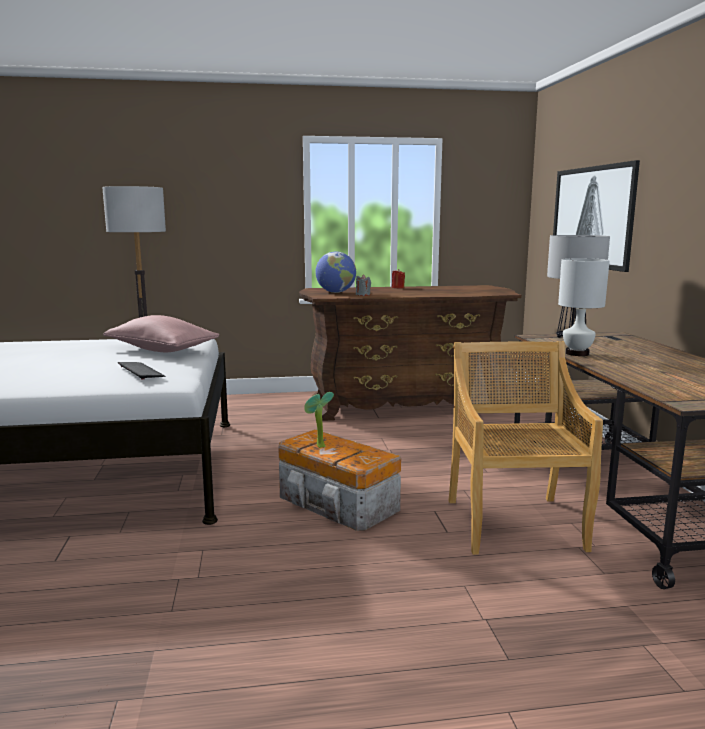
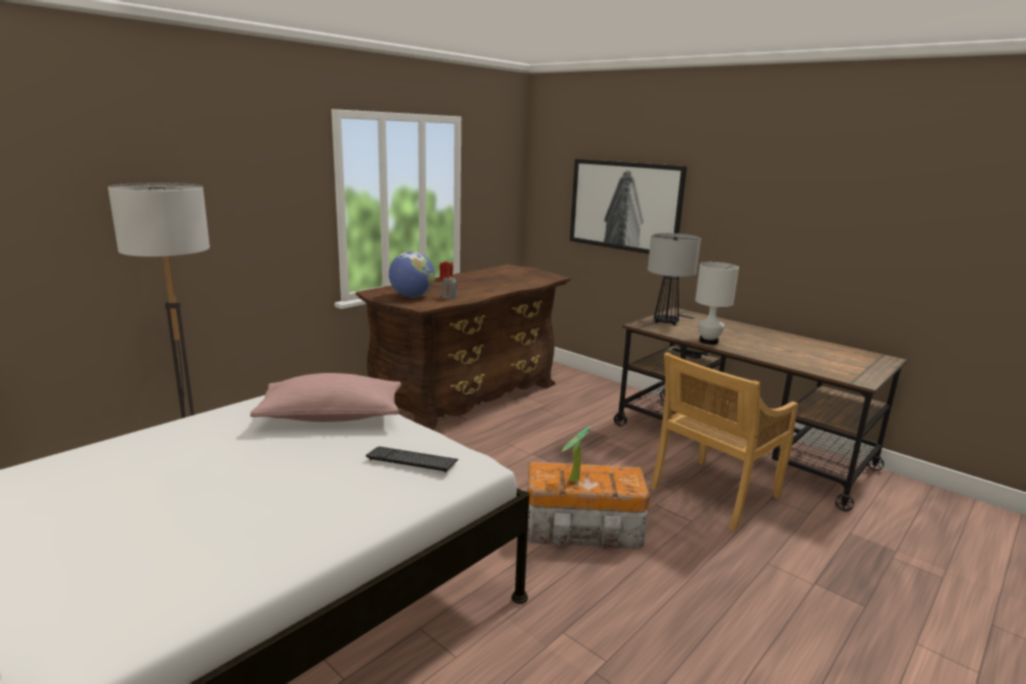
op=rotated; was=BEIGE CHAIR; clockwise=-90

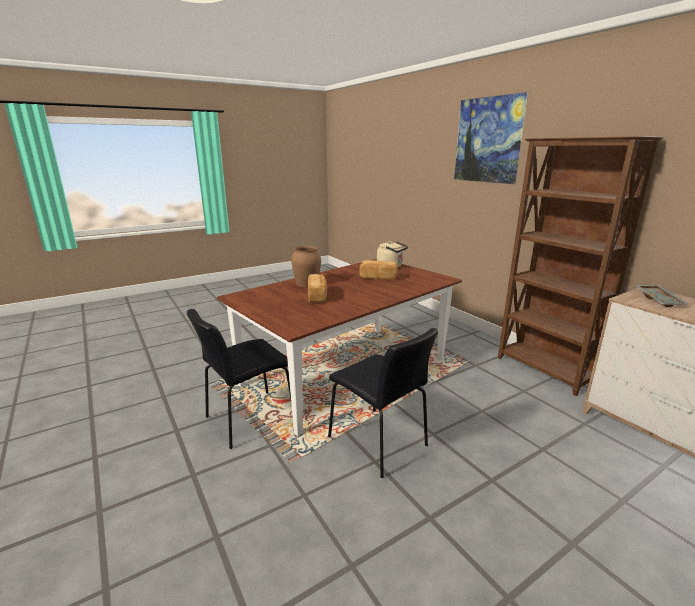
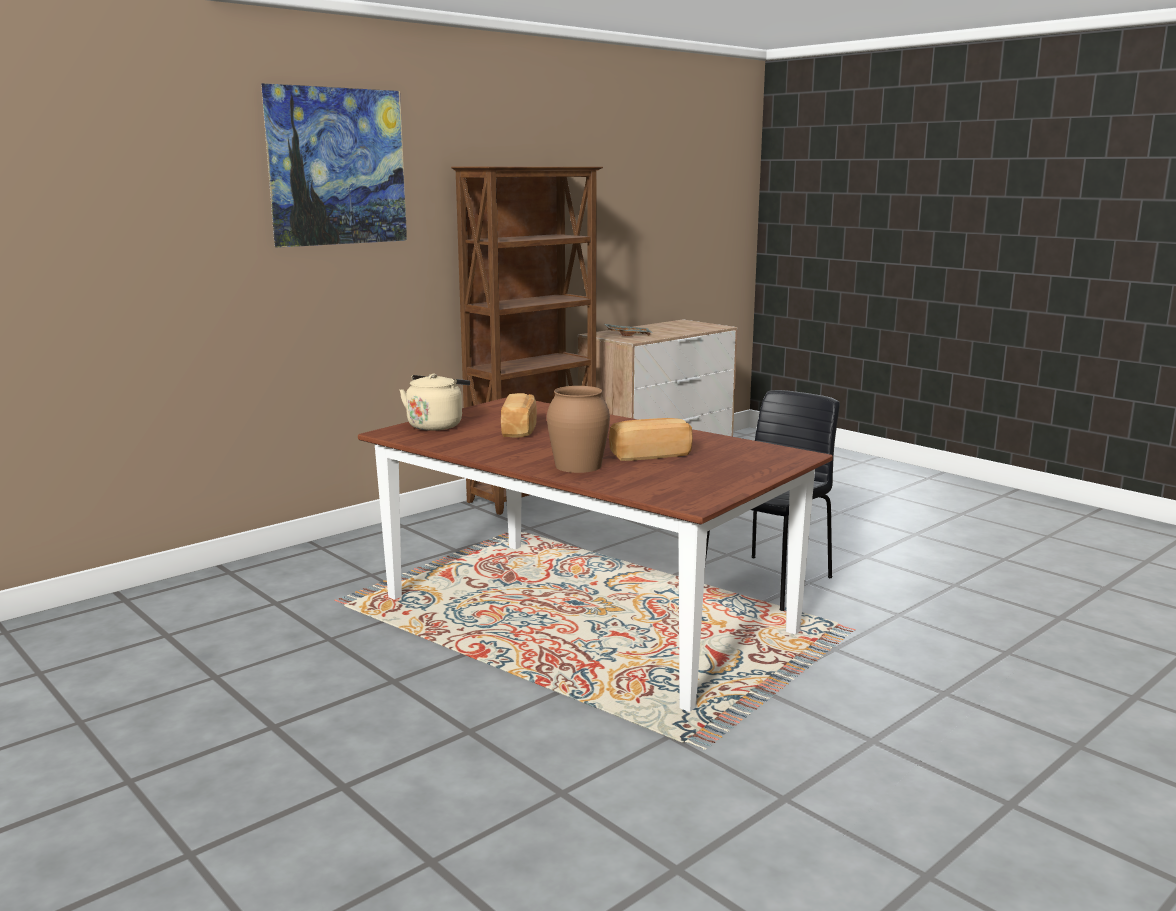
op=gone; was=BLACK CHAIR (no. 1 from left)

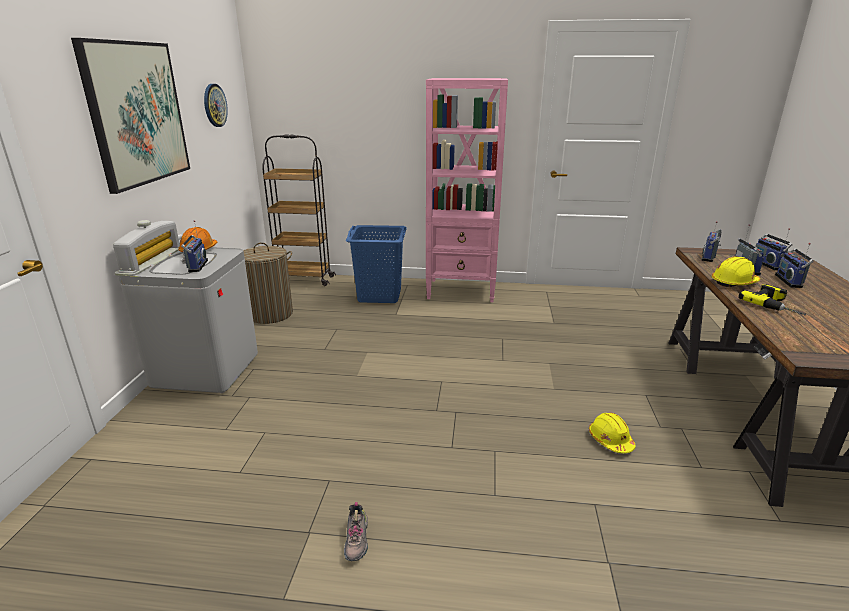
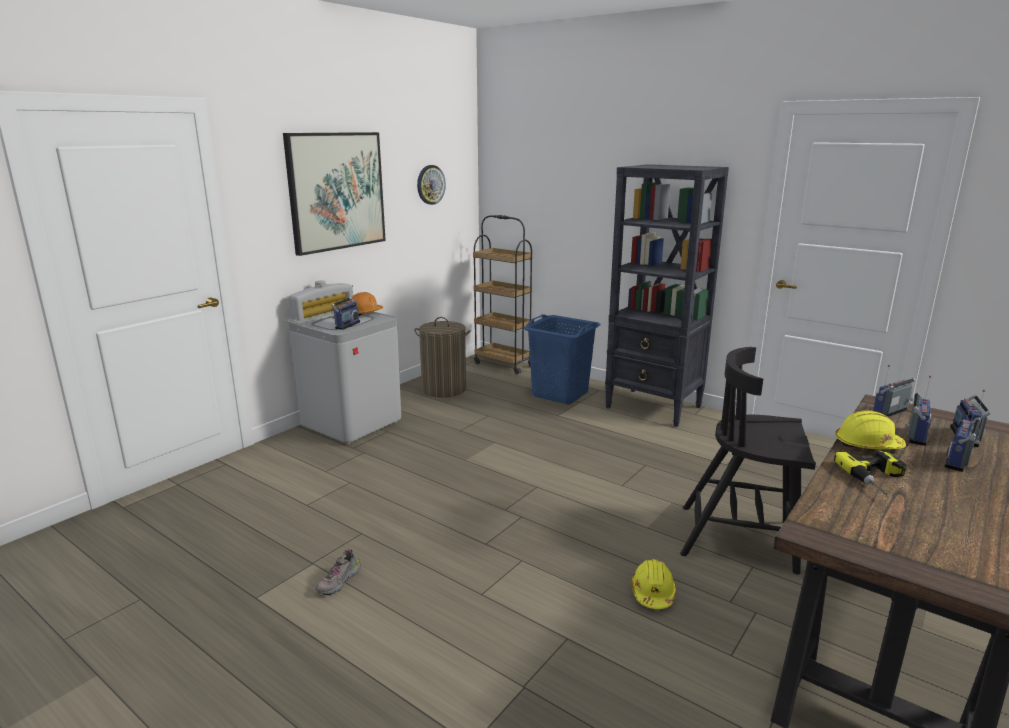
op=repainted; was=PINK BOOKCASE; now=BLACK BOOKCASE
op=new; now=BLACK CHAIR

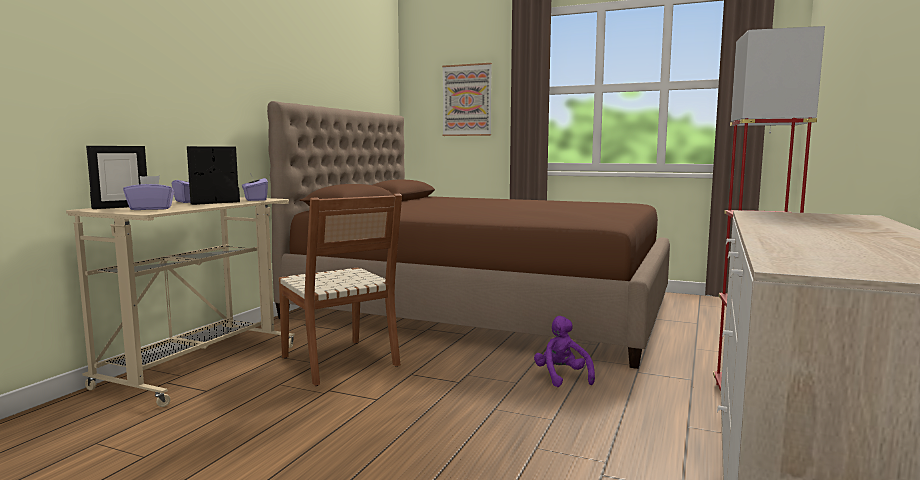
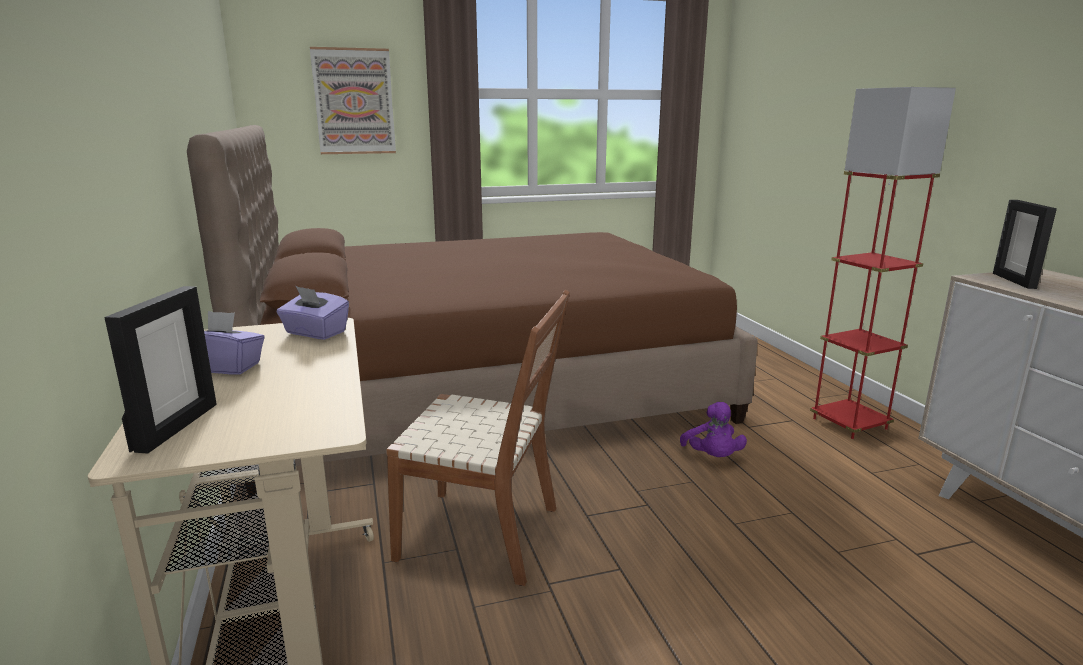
op=rotated; was=PURPLE PLUSH TOY; clockwise=-135
op=shifted; was=PICTURE FRAME (no. 2 from left)
op=gone; was=PURPLE TISSUE BOX (no. 1 from left)

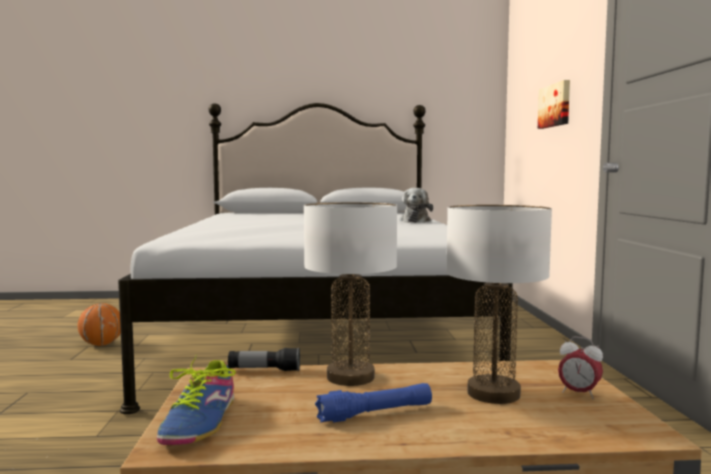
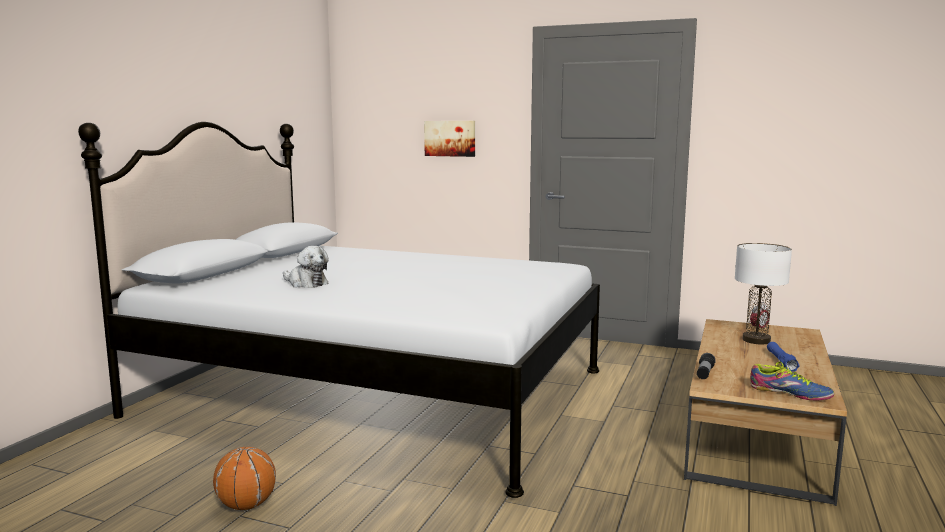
op=shifted; was=PLUSH TOY
op=gone; was=TABLE LAMP (no. 1 from left)

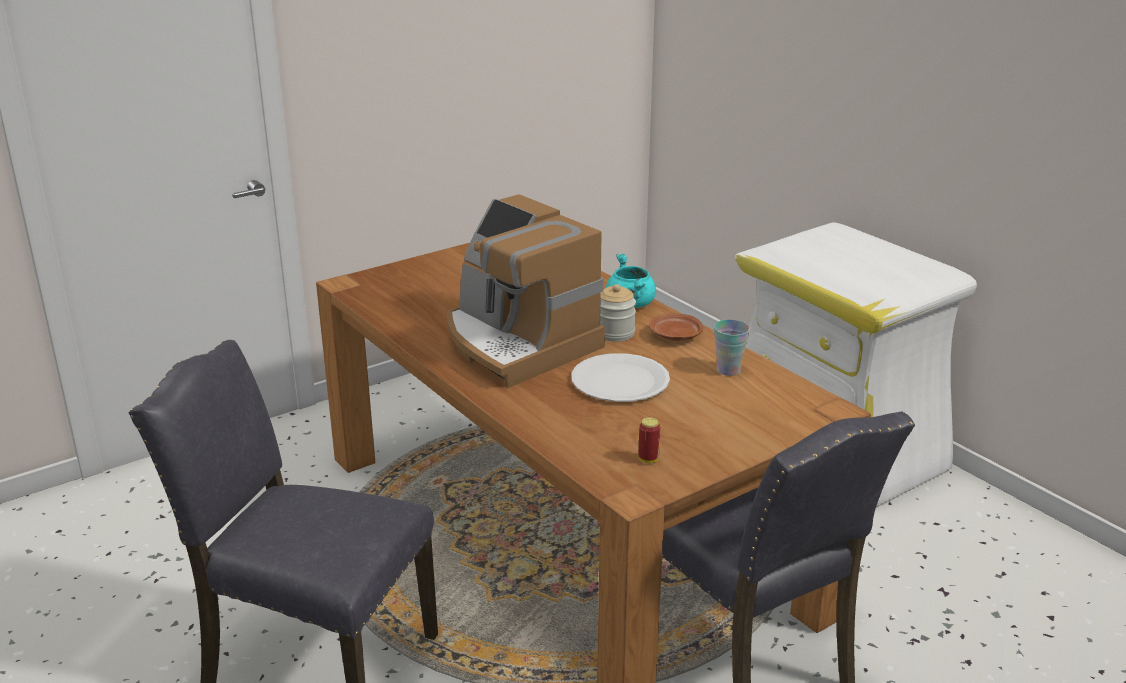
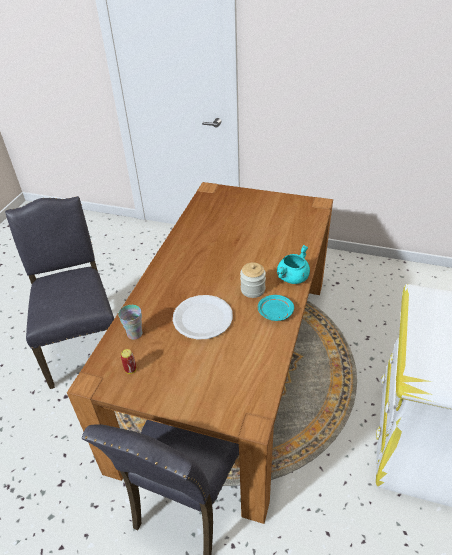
op=shifted; was=CUP
op=repainted; was=BROWN PLATE; now=TURQUOISE PLATE
op=gone; was=COFFEE MACHINE

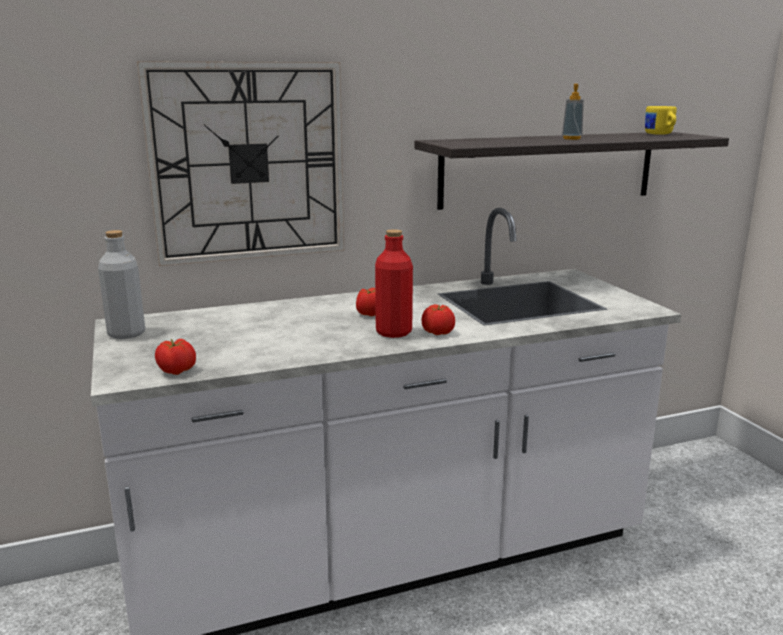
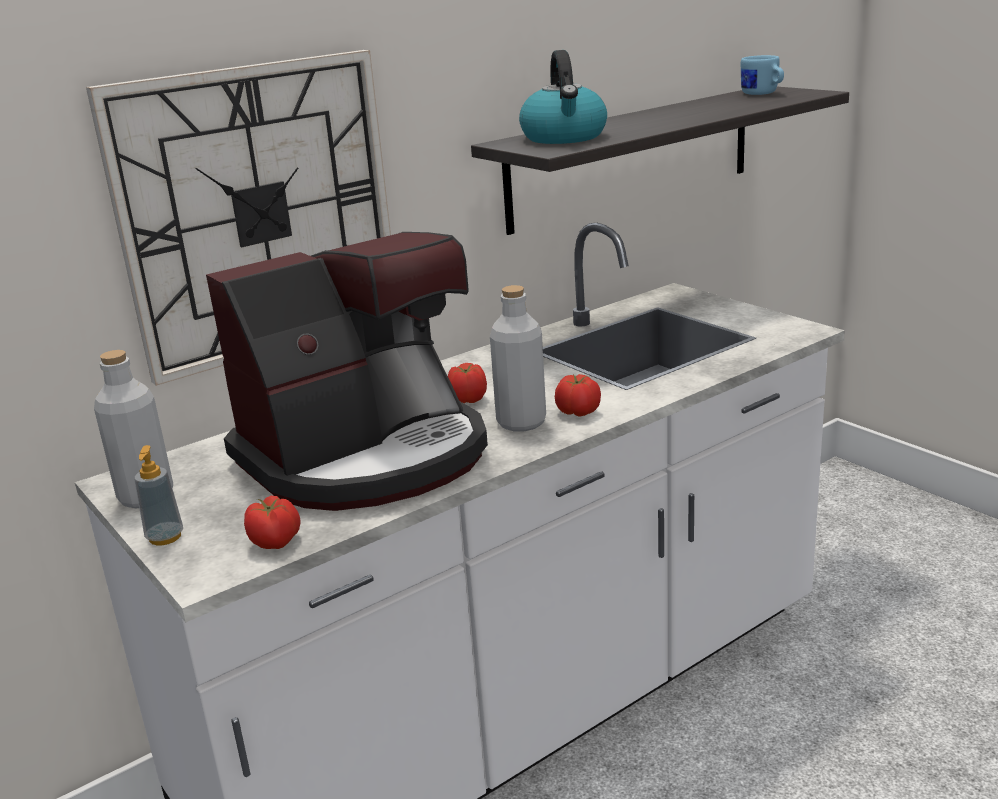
op=shifted; was=SOAP DISPENSER
op=new; now=COFFEE MACHINE
op=repainted; was=RED BOTTLE; now=GREY BOTTLE (no. 2 from left)
op=new; now=KETTLE
op=repainted; was=YELLOW MUG; now=BLUE MUG

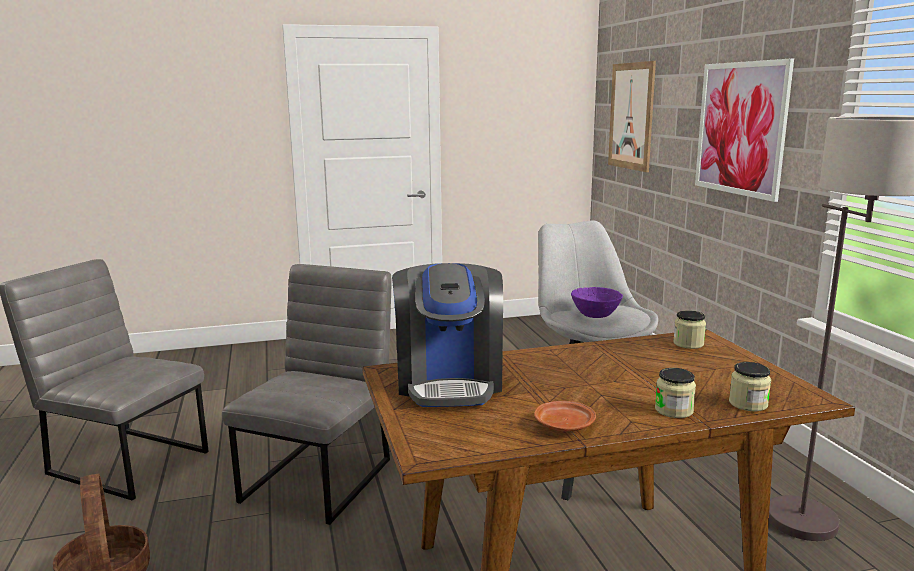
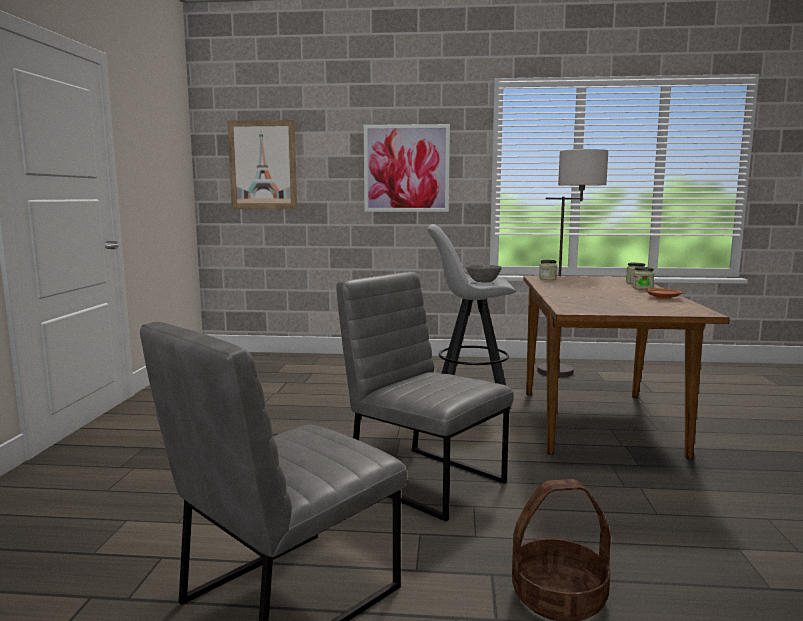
op=repainted; was=PURPLE BOWL; now=GREY BOWL
op=gone; was=COFFEE MACHINE

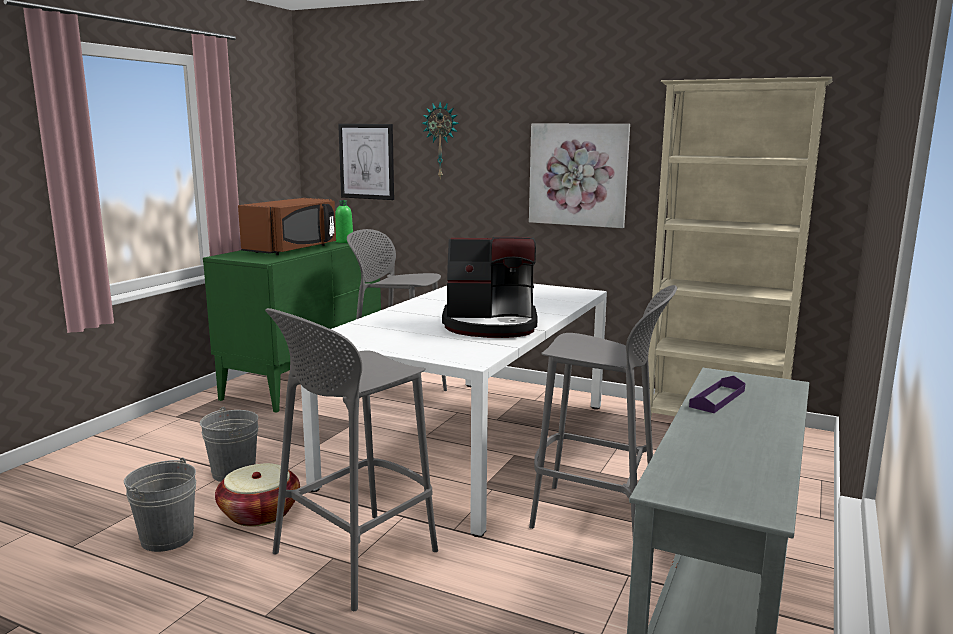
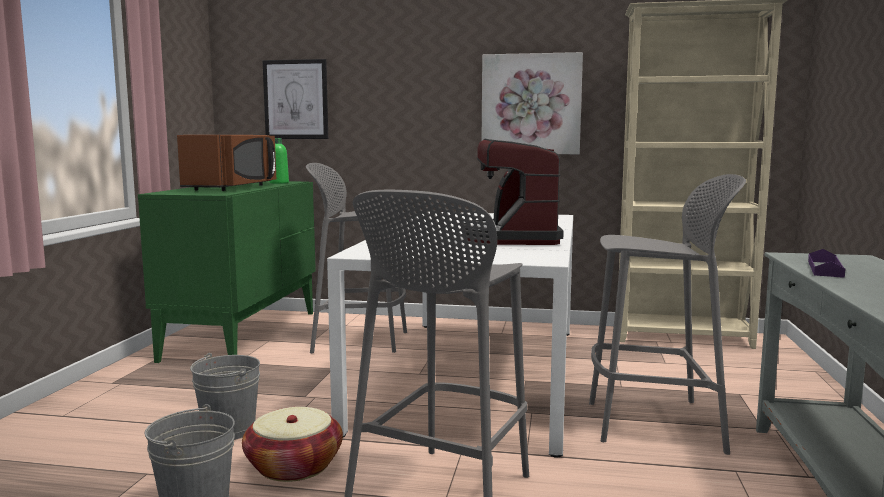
op=rotated; was=COFFEE MACHINE; clockwise=105
op=gone; was=WALL CLOCK

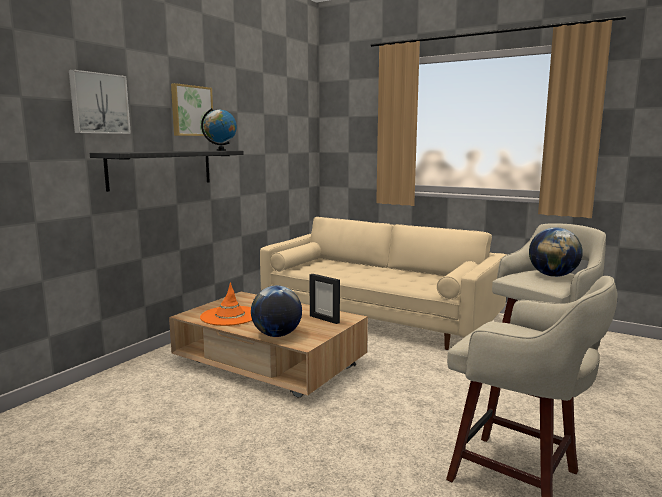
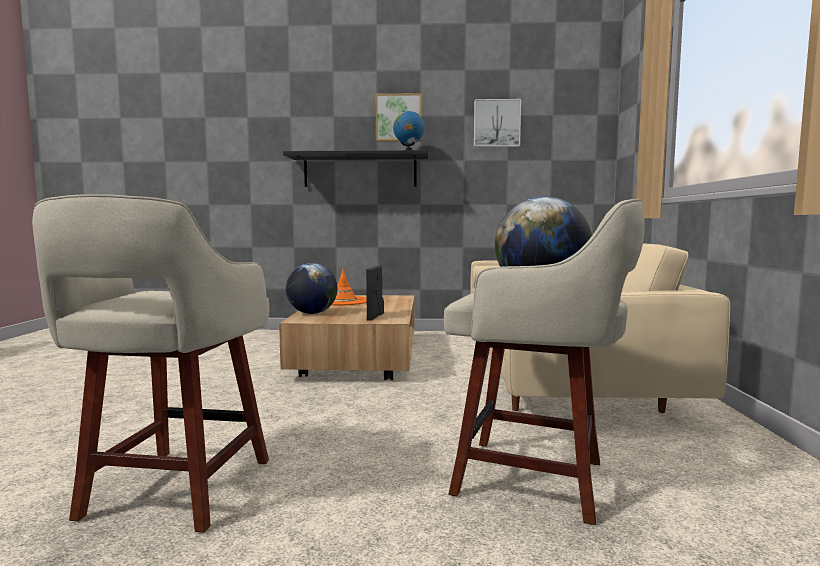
op=shifted; was=PICTURE (no. 1 from left in the first image); now=PICTURE (no. 2 from left)

